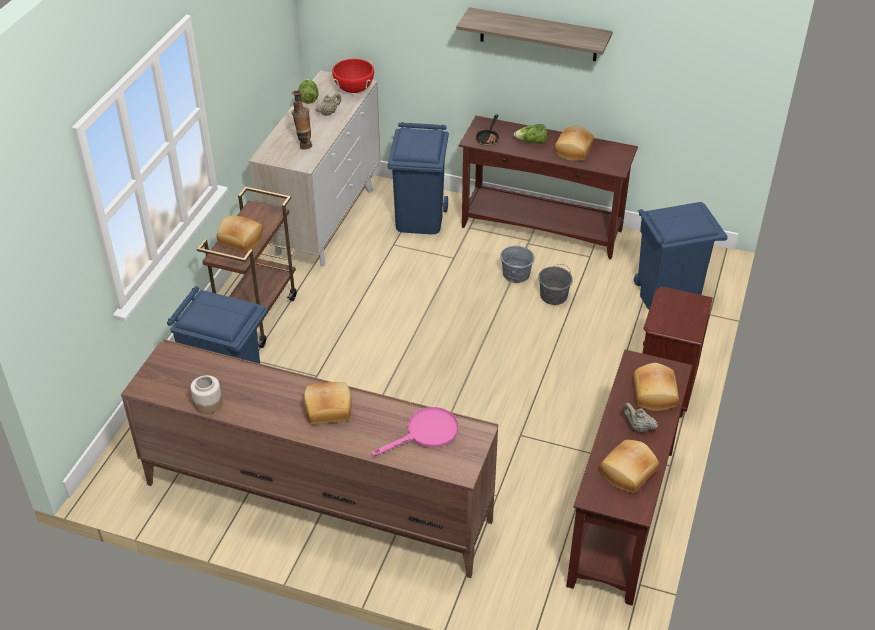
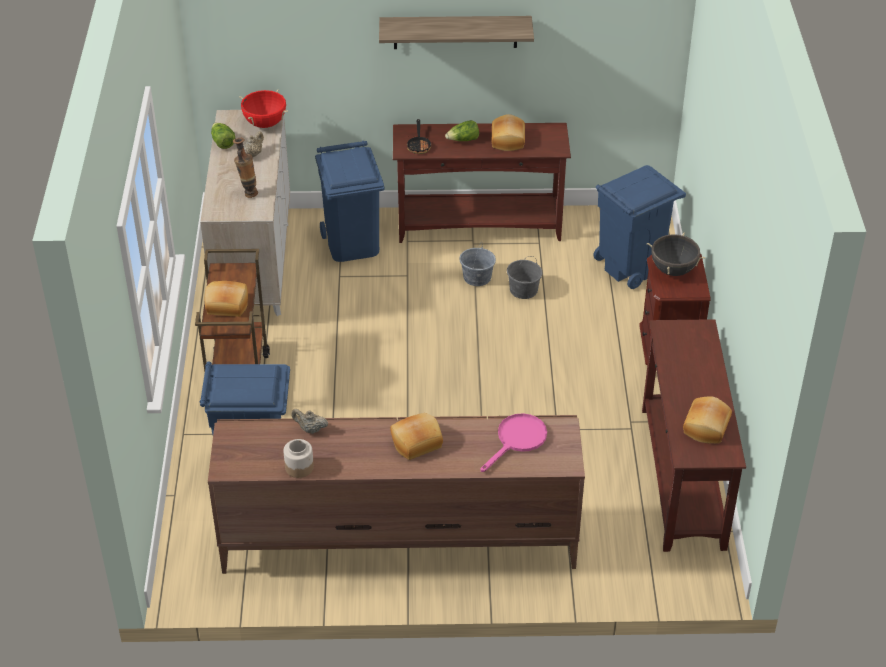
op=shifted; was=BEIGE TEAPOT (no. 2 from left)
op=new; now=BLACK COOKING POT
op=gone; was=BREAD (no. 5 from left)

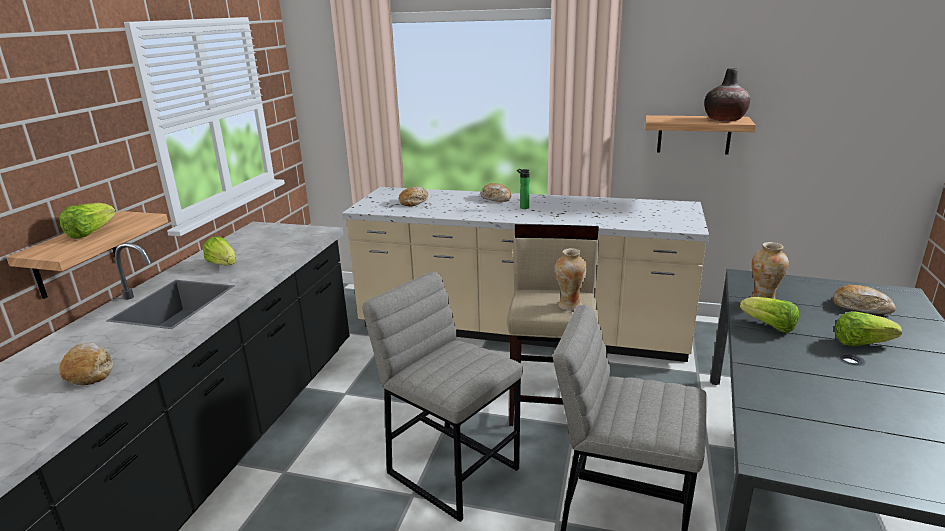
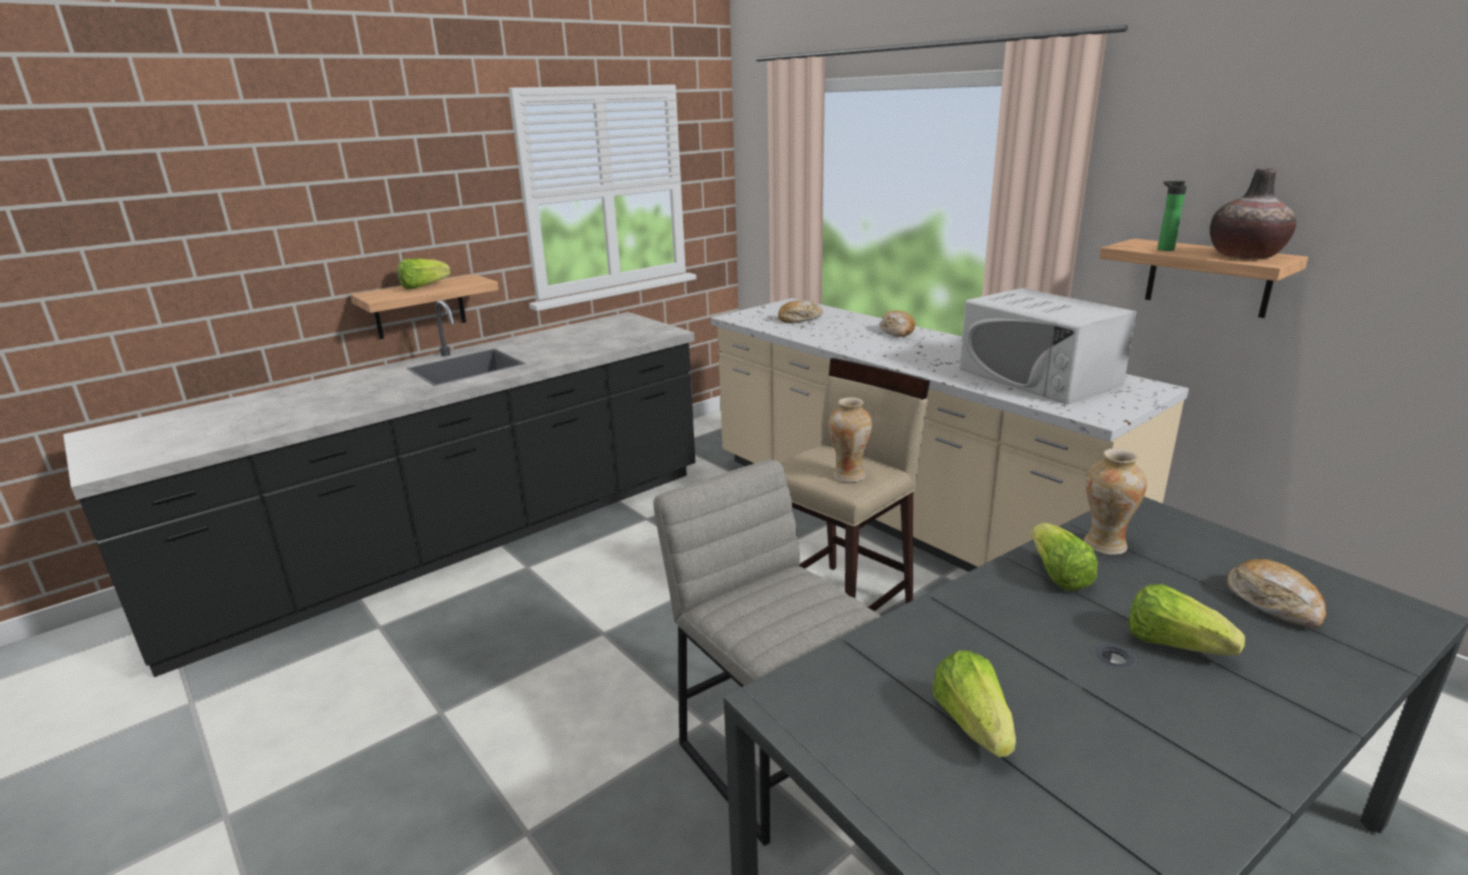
op=shifted; was=LETTUCE (no. 2 from left)
op=new; now=WHITE MICROWAVE
op=shifted; was=BOTTLE
op=gone; was=BREAD (no. 1 from left)
op=gone; was=GREY CHAIR (no. 1 from left)

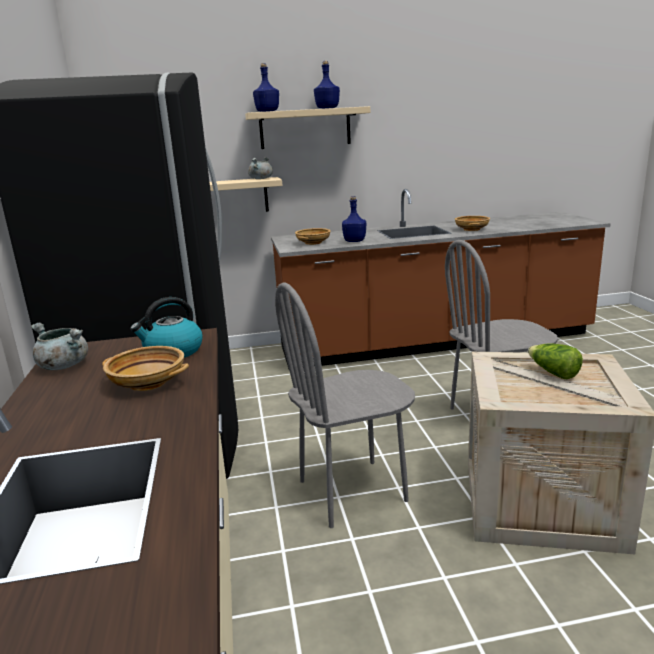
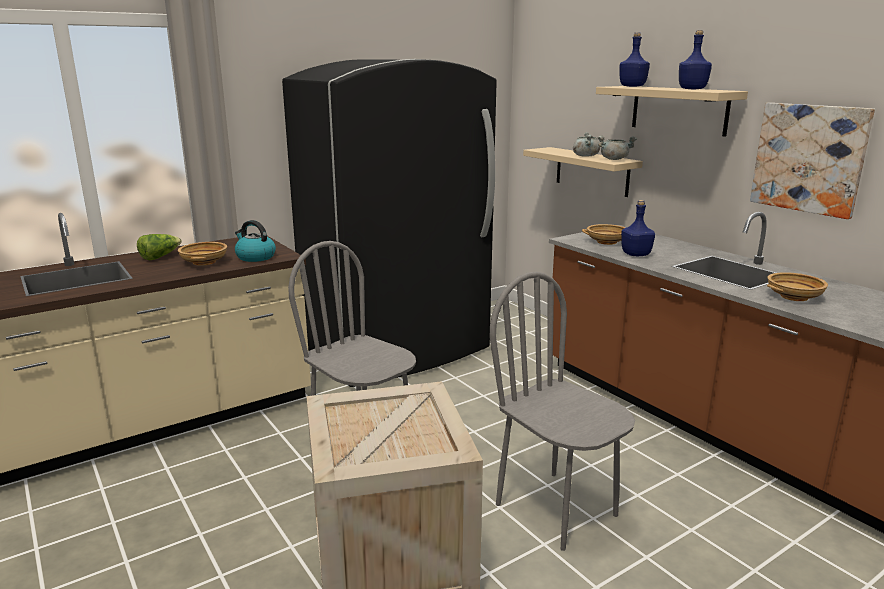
op=shifted; was=LETTUCE
op=shifted; was=GREY COOKING POT (no. 1 from left)
op=new; now=PICTURE

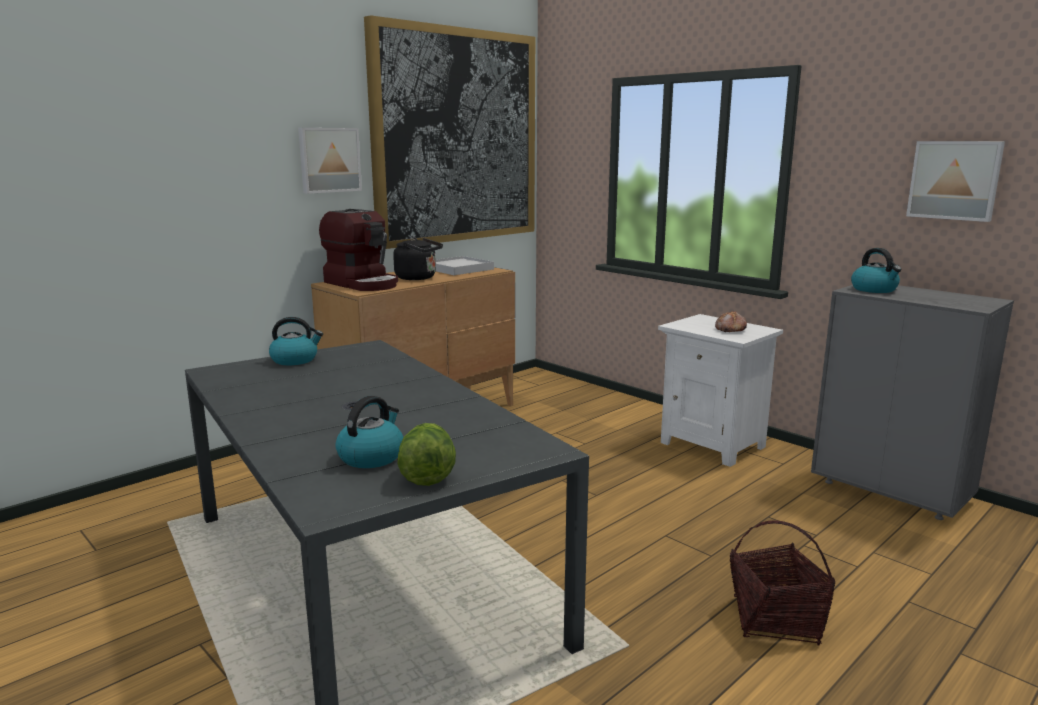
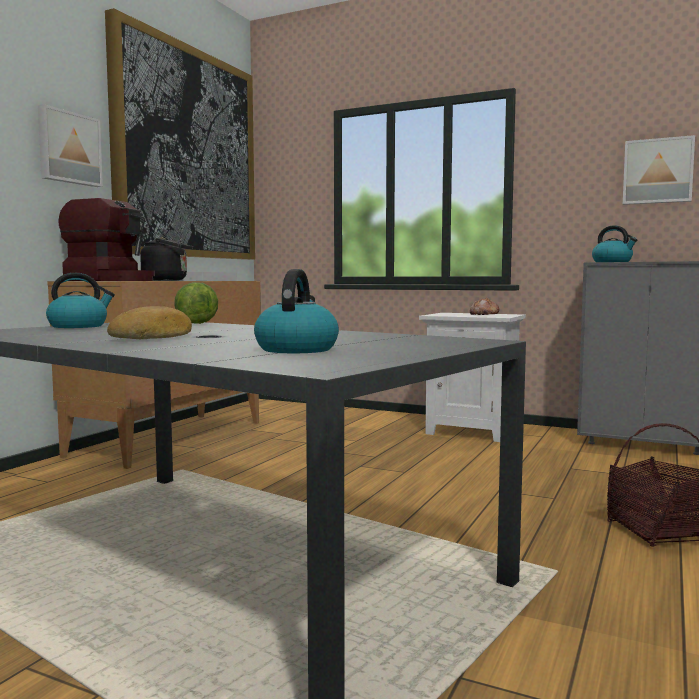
op=new; now=BREAD (no. 1 from left)
op=shifted; was=LETTUCE

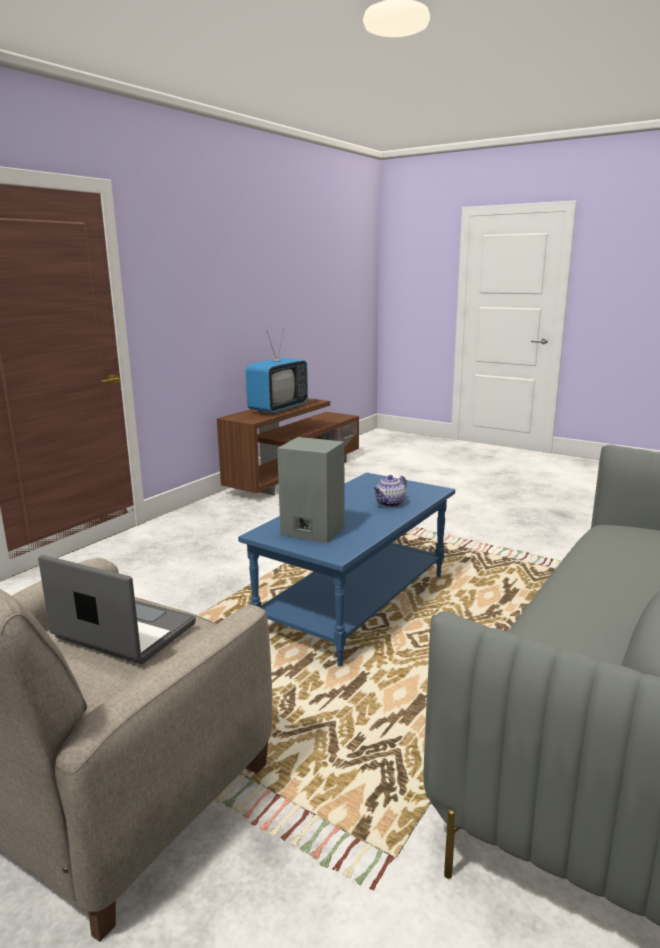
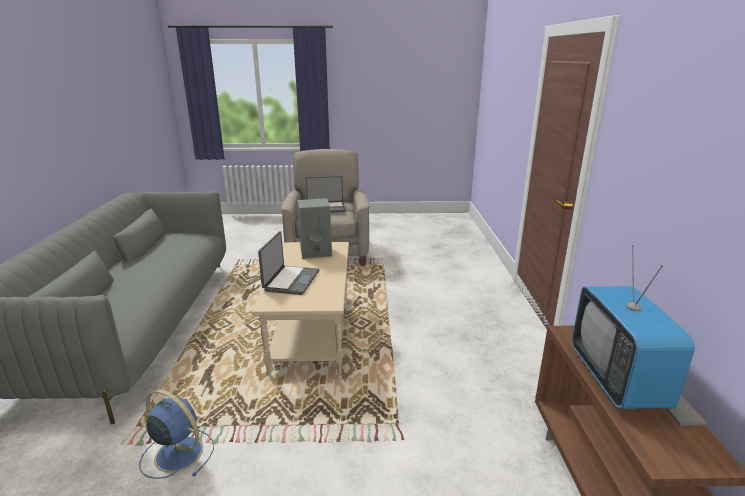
op=new; now=BLUE FAN
op=repainted; was=BLUE COFFEE TABLE; now=BEIGE COFFEE TABLE
op=swapped; was=TEAPOT; now=LAPTOP (no. 1 from left)

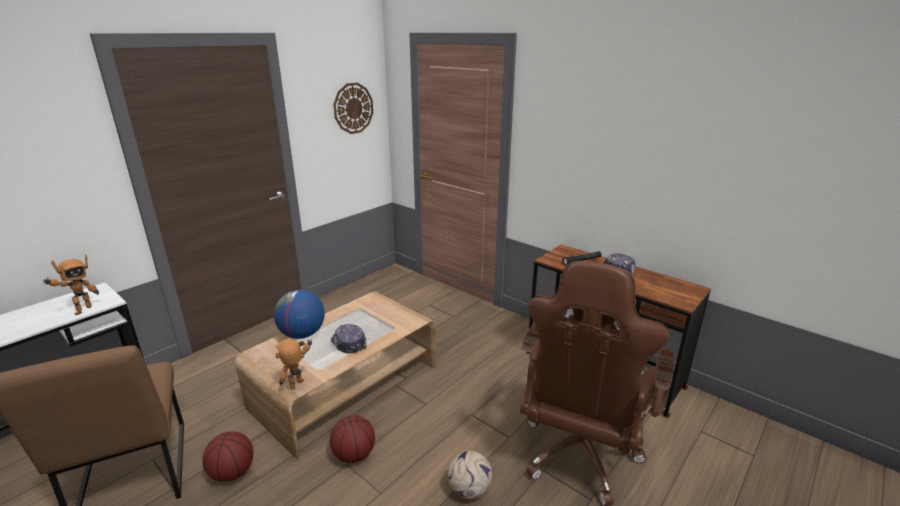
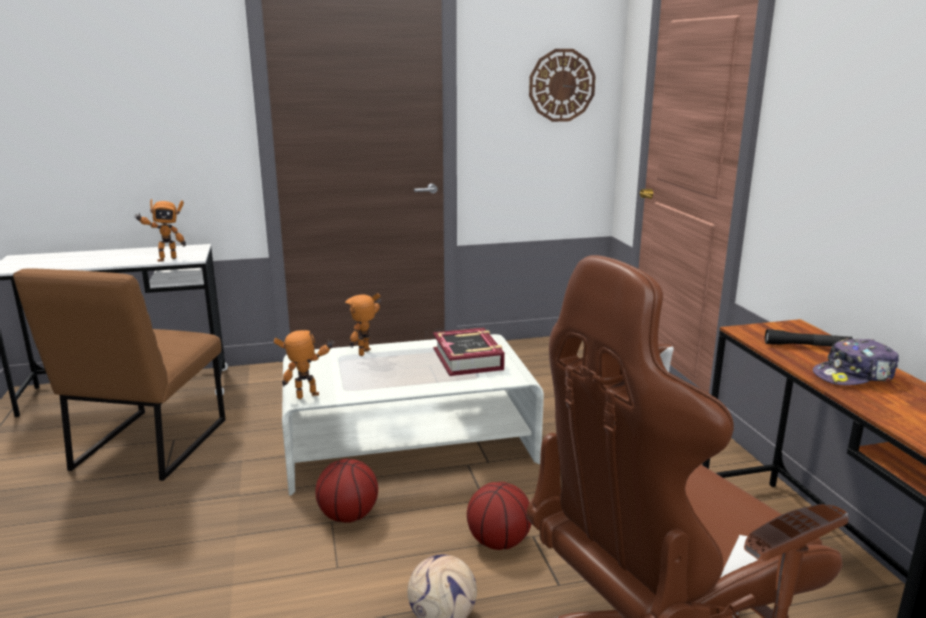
op=repainted; was=BROWN COFFEE TABLE; now=WHITE COFFEE TABLE
op=swapped; was=GLOBE; now=TOY ROBOT (no. 3 from left)
op=new; now=BOOK
op=shifted; was=BASKETBALL (no. 1 from left in the first image); now=BASKETBALL (no. 2 from left)
op=gone; was=CAP (no. 1 from left)

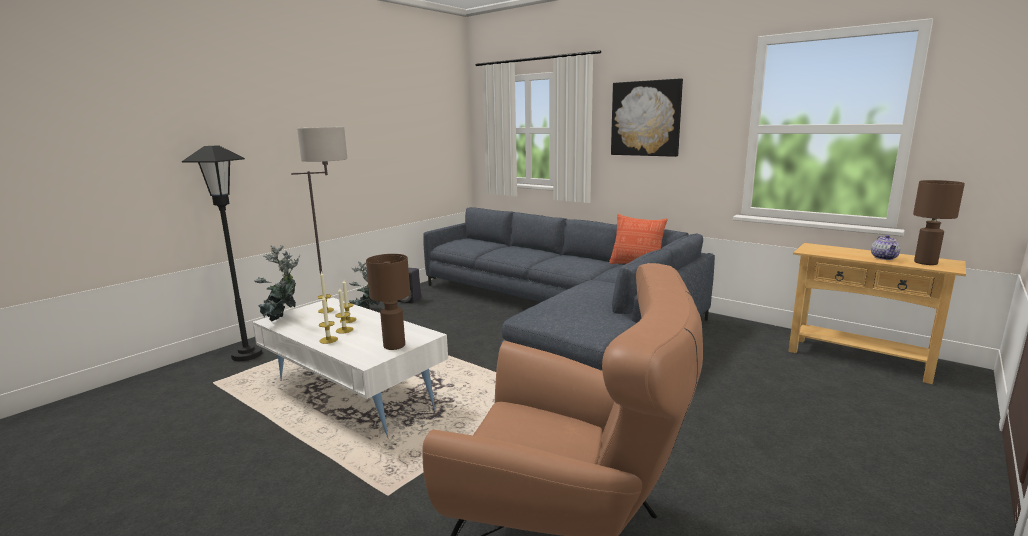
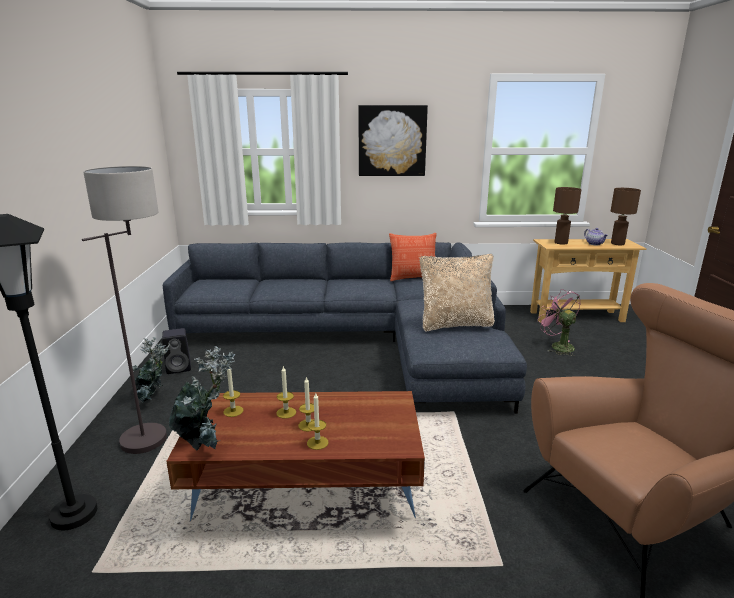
op=repainted; was=WHITE COFFEE TABLE; now=BROWN COFFEE TABLE
op=new; now=BEIGE PILLOW
op=new; now=PINK FAN
op=shifted; was=BROWN TABLE LAMP (no. 1 from left)

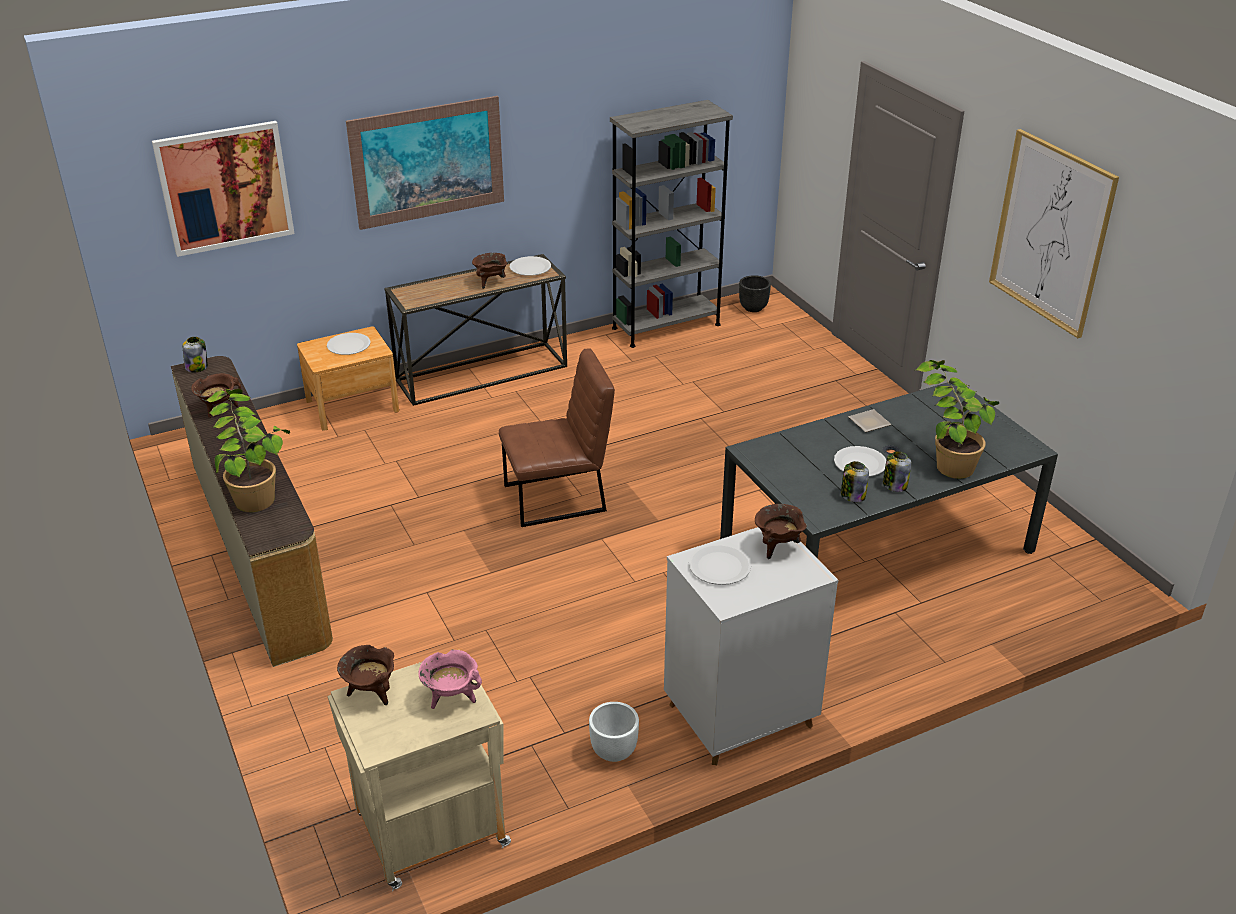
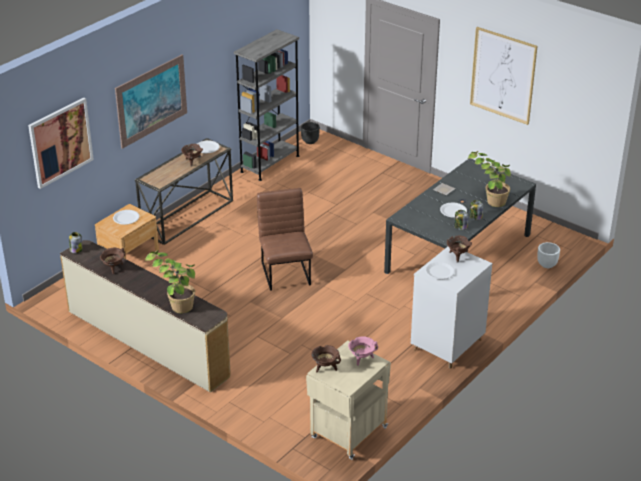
op=rotated; was=BROWN CHAIR; clockwise=-60
op=shifted; was=WHITE PLANTER

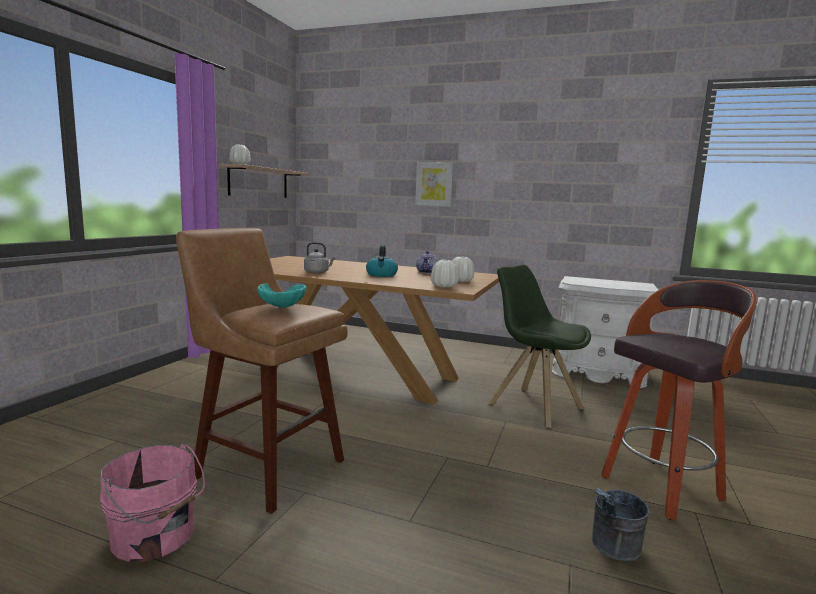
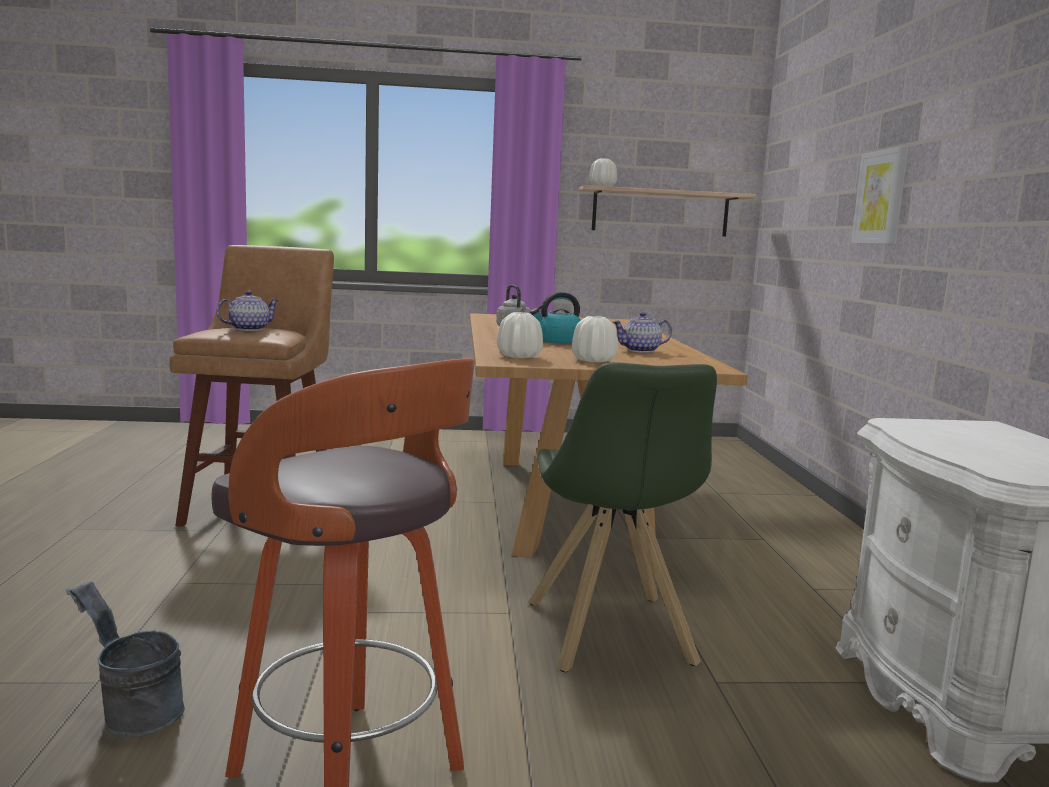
op=swapped; was=TURQUOISE BOWL; now=TEAPOT (no. 1 from left)
op=rotated; was=GREEN CHAIR; clockwise=150
op=gone; was=PINK BUCKET

